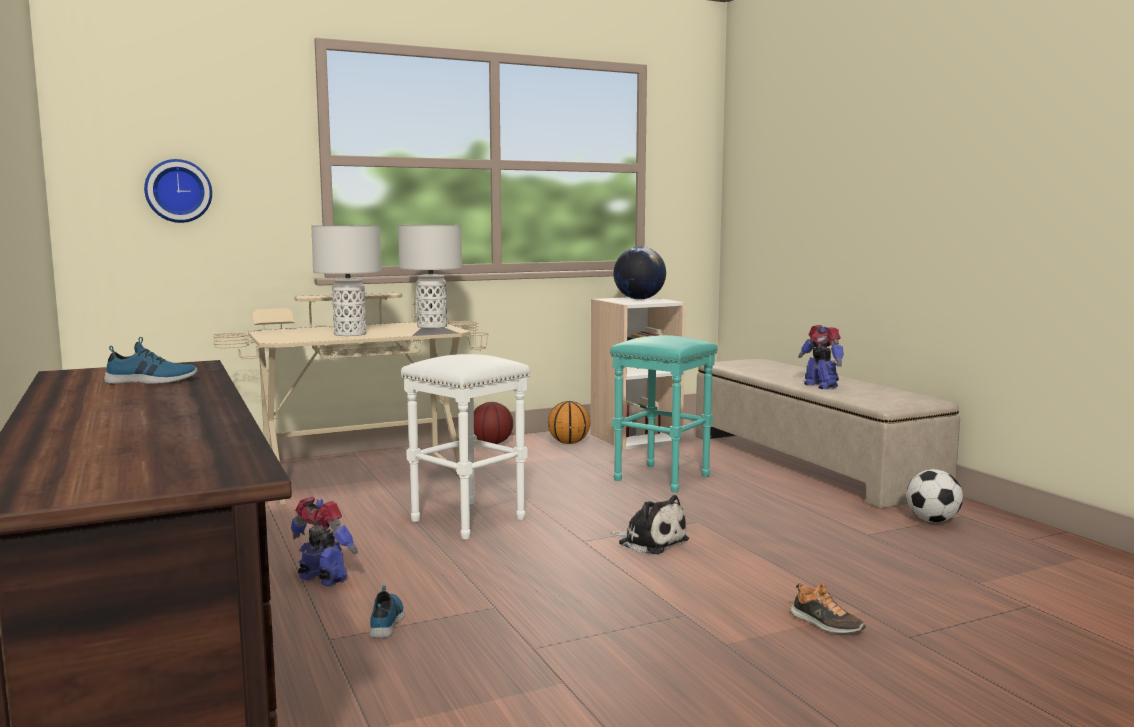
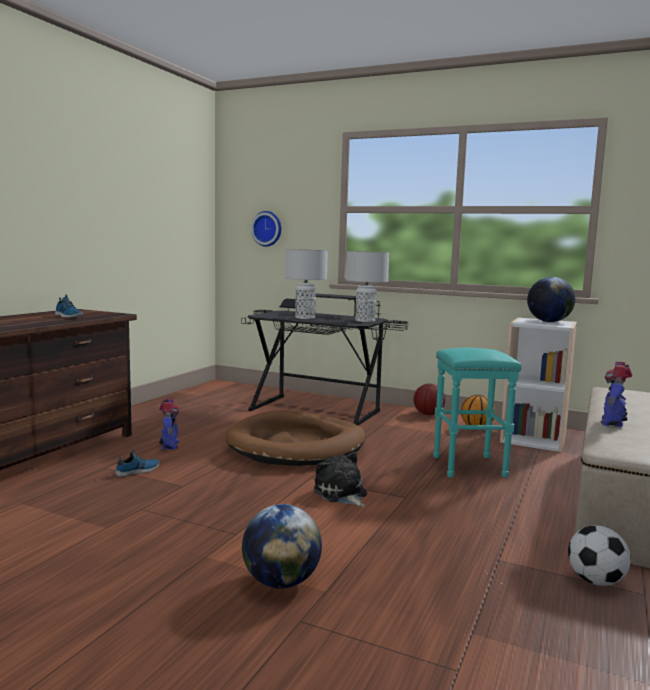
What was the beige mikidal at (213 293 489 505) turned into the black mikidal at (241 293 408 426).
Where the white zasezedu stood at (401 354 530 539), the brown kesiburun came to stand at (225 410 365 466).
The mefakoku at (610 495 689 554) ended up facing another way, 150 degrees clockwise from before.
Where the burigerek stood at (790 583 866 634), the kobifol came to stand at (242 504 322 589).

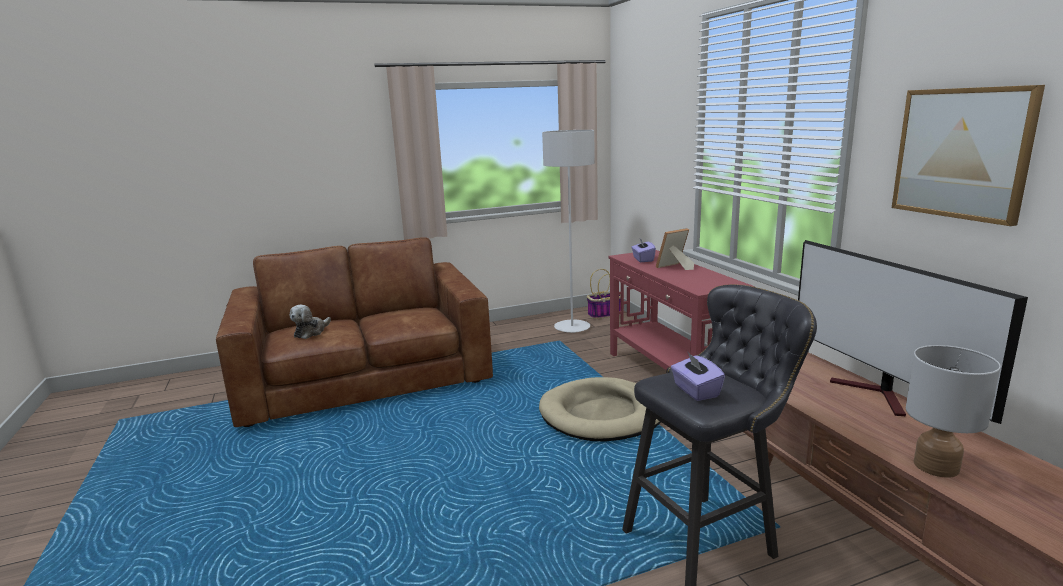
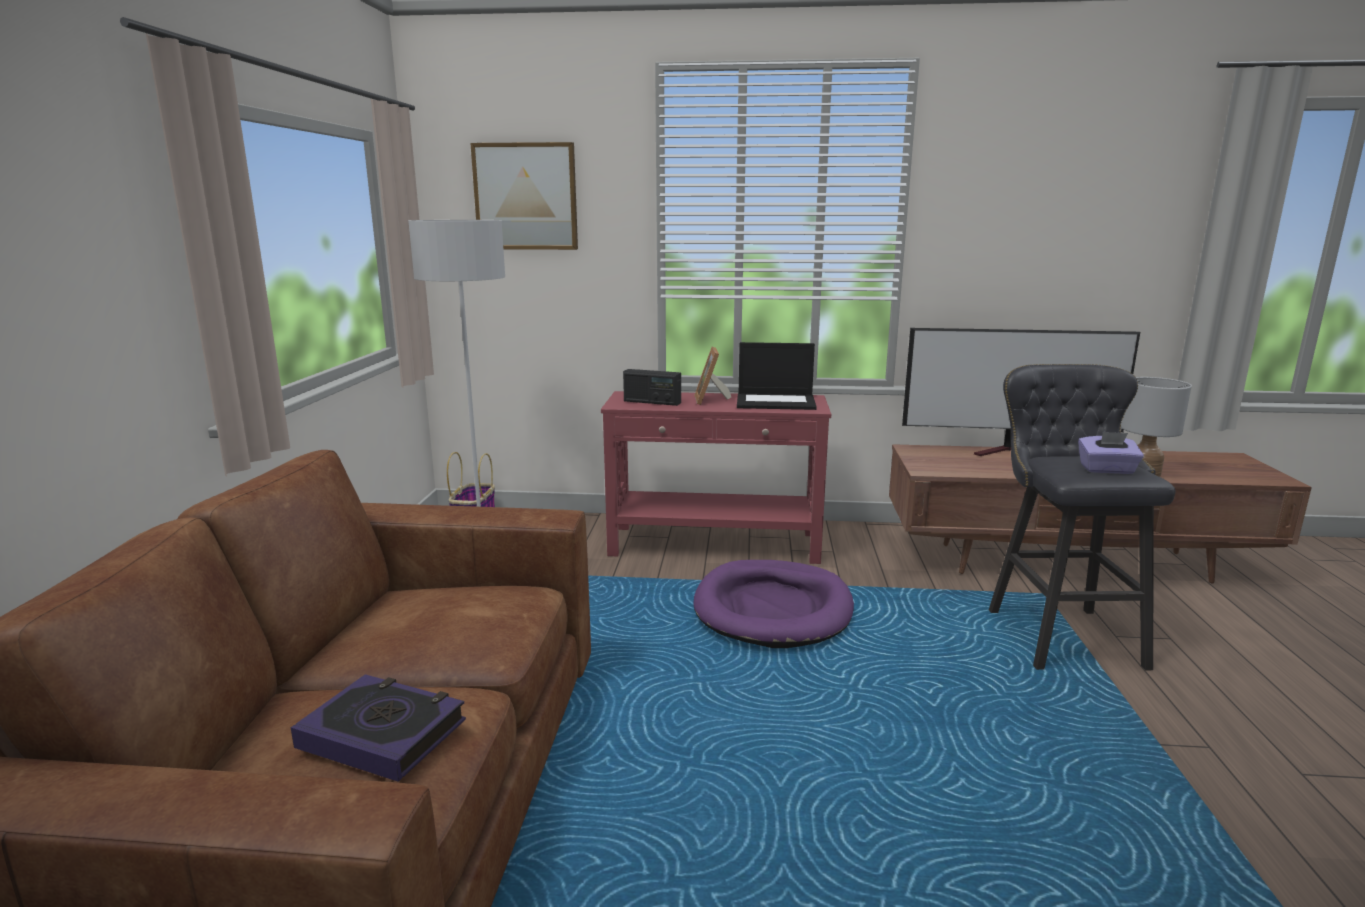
The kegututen ended up elsewhere, having gone from (892 85 1045 226) to (470 142 578 250).
Where the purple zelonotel stood at (631 239 656 262), the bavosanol came to stand at (623 369 681 406).
Where the mefakoku stood at (290 305 331 339), the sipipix came to stand at (290 674 466 782).
What was the beige kesiburun at (539 377 661 442) turned into the purple kesiburun at (693 560 854 648).
The second view gained the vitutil at (737 342 817 410).

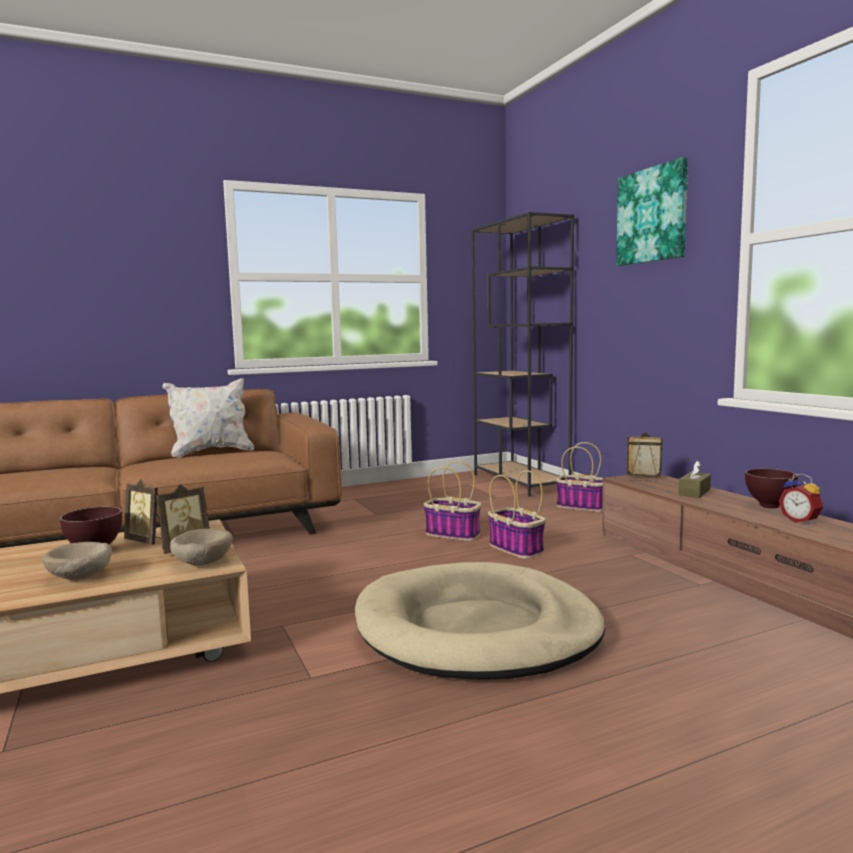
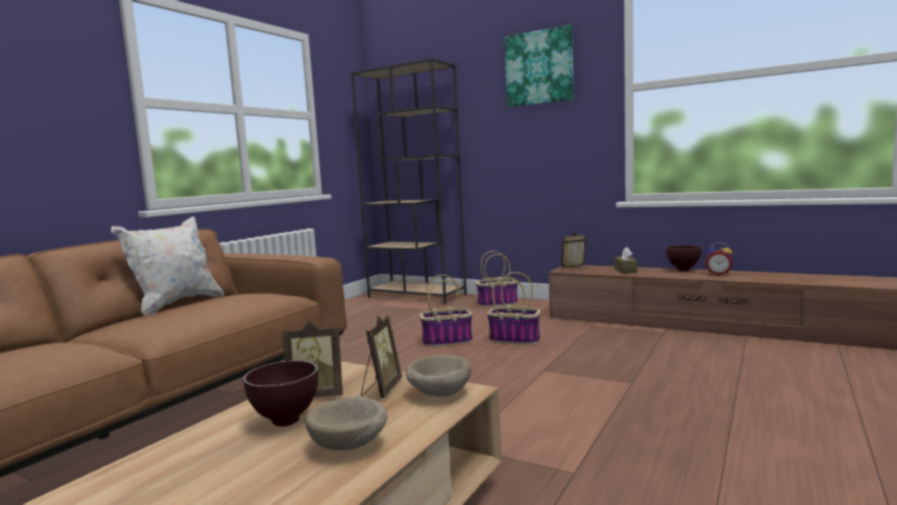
The second view lost the beige kesiburun at (355 562 605 680).

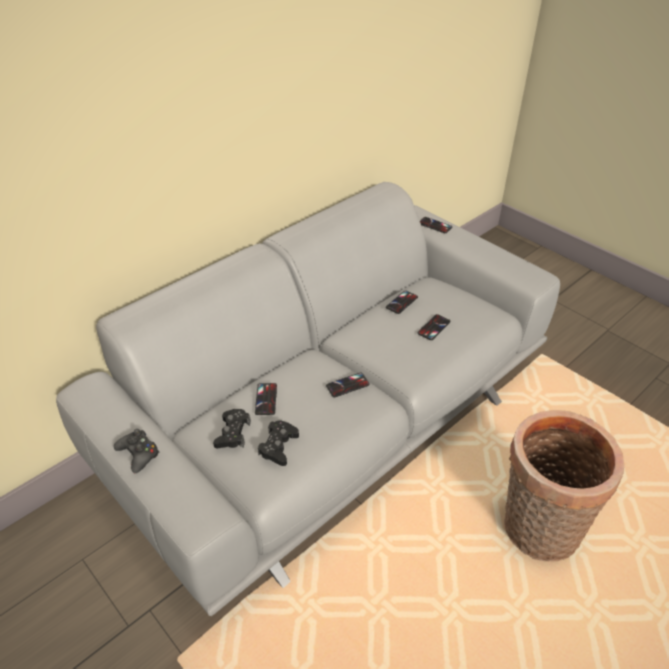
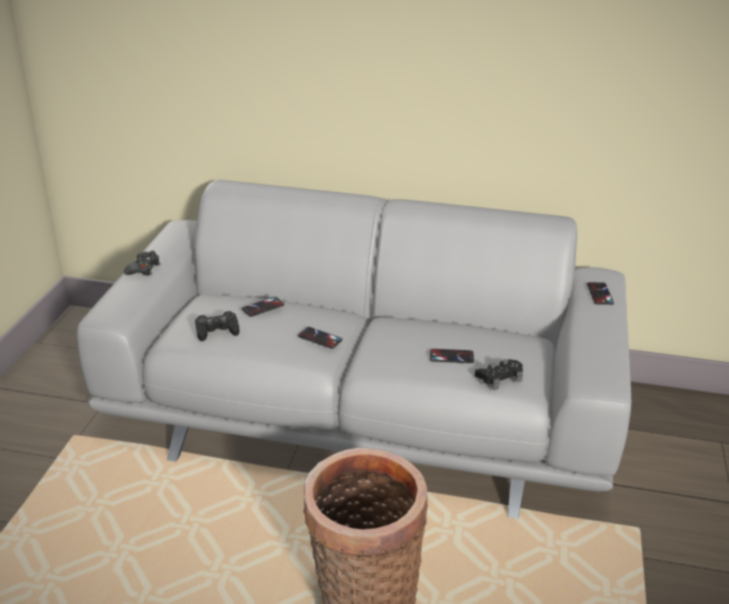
The second view lost the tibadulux at (386 290 418 314).
The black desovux ended up elsewhere, having gone from (213 409 251 449) to (475 359 523 390).

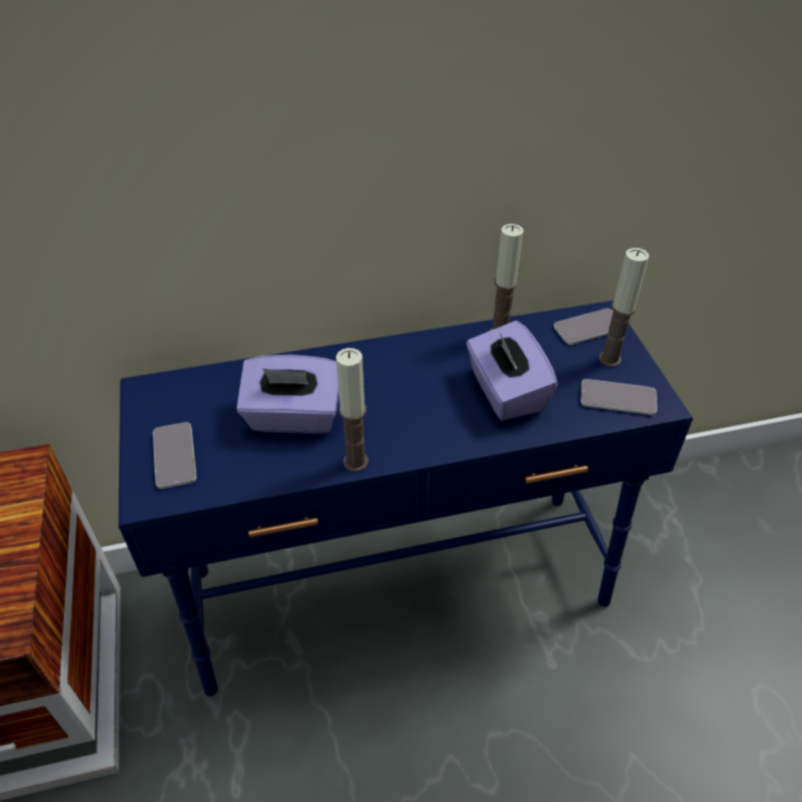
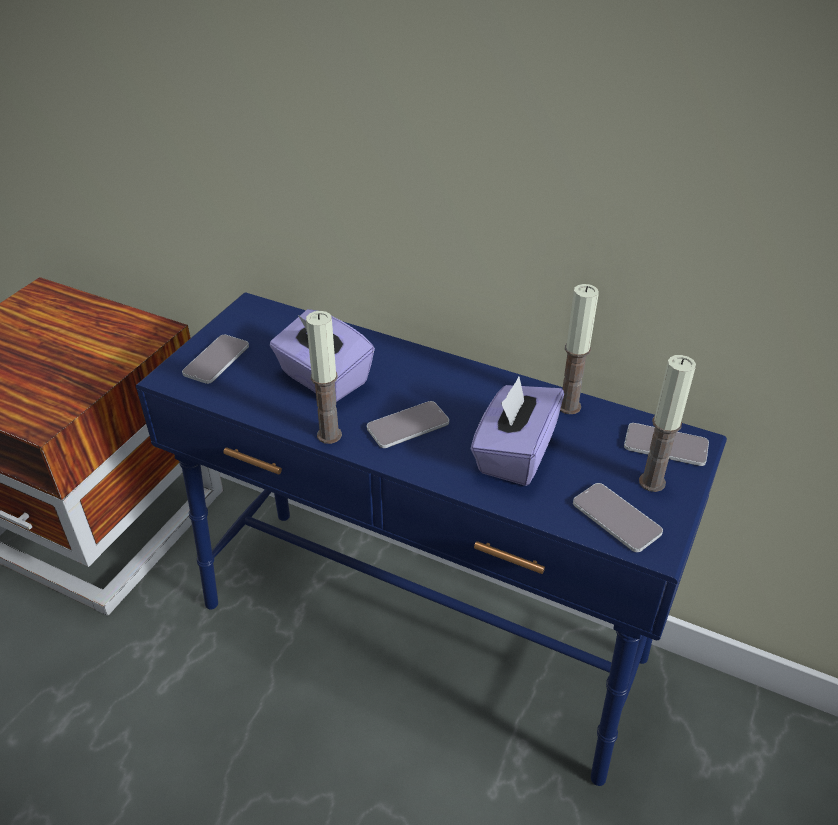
The second view gained the tibadulux at (367 401 449 448).

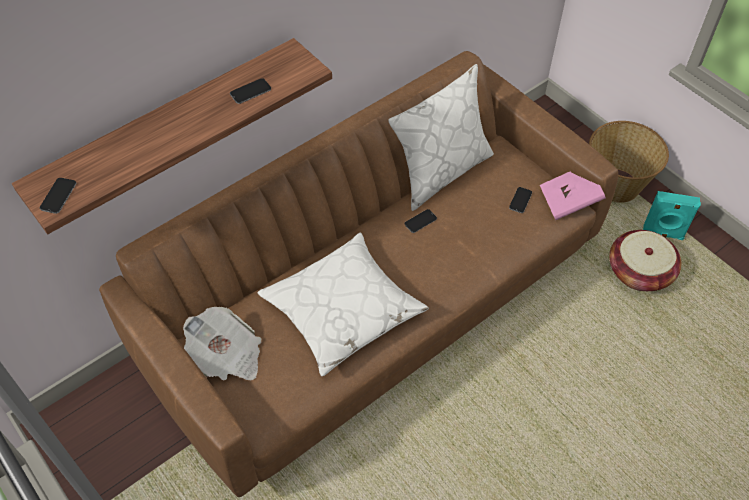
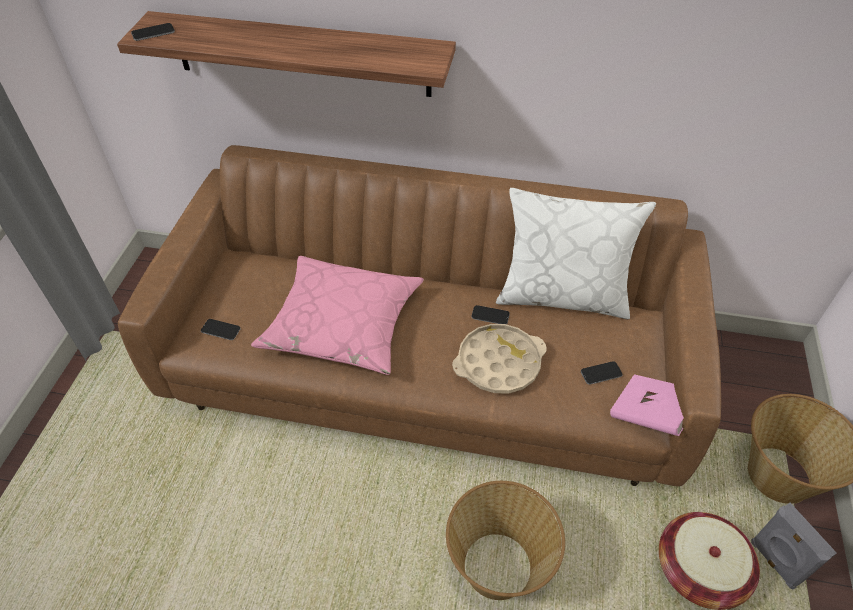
The tibadulux ended up elsewhere, having gone from (230 78 271 104) to (201 319 241 340).
What was the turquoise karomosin at (643 191 701 240) turned into the grey karomosin at (751 503 837 590).
What was the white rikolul at (258 233 429 376) turned into the pink rikolul at (251 256 424 375).
The second view lost the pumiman at (183 307 262 381).
The second view gained the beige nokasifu at (452 324 547 393).
The second view gained the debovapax at (446 481 565 600).

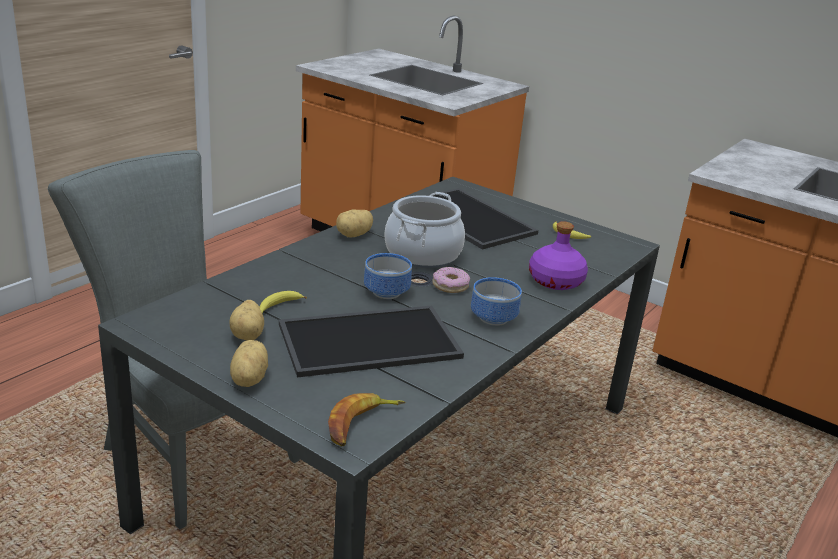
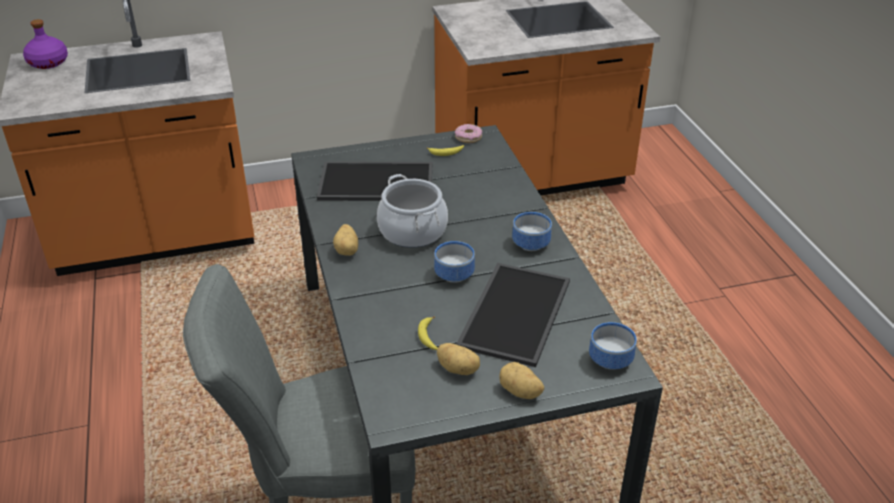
The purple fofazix ended up elsewhere, having gone from (529 221 588 290) to (23 19 68 69).
The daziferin ended up elsewhere, having gone from (432 267 470 293) to (455 124 482 143).
Where the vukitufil stood at (328 393 405 446), the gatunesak came to stand at (589 322 637 370).

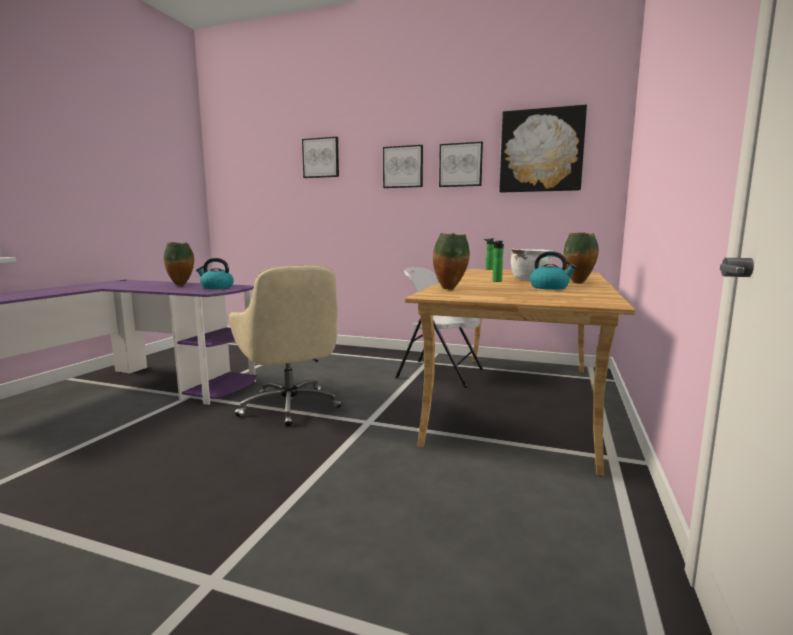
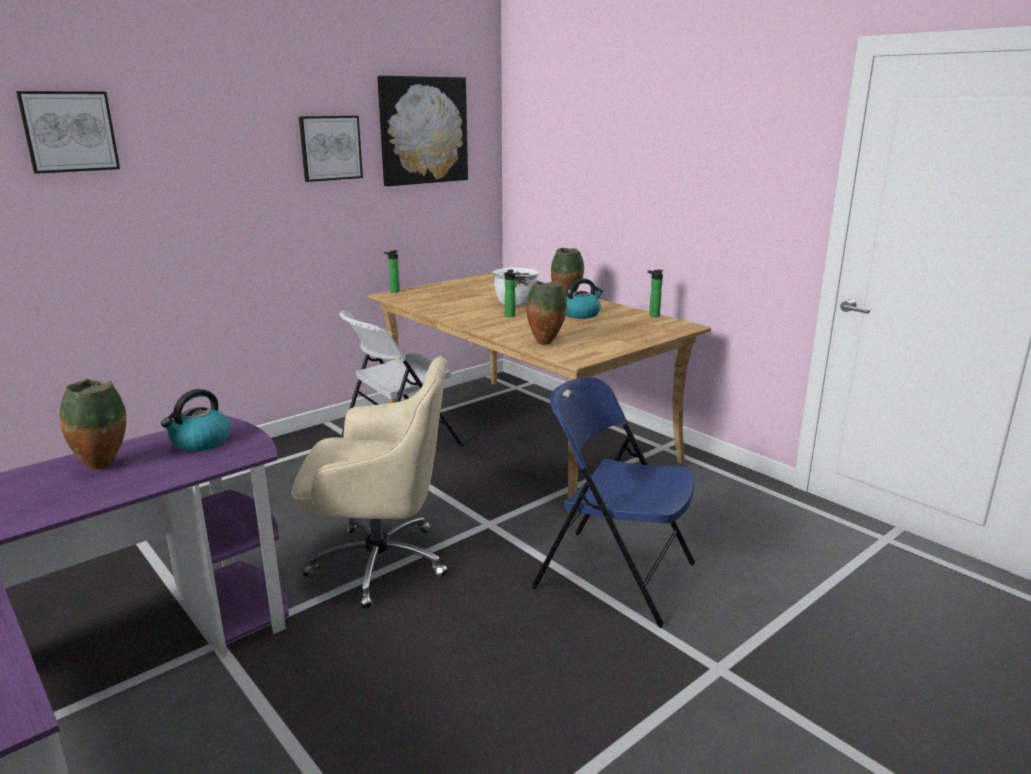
The second view lost the kegututen at (383 145 423 188).
The second view gained the fofazix at (648 270 664 317).
The second view gained the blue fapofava at (532 377 695 628).

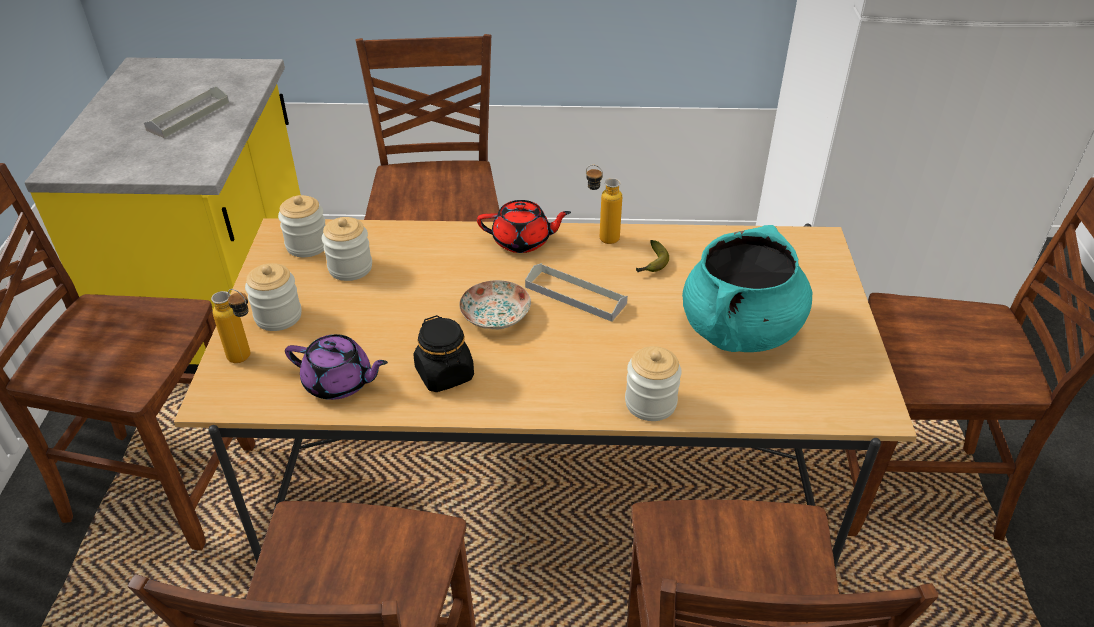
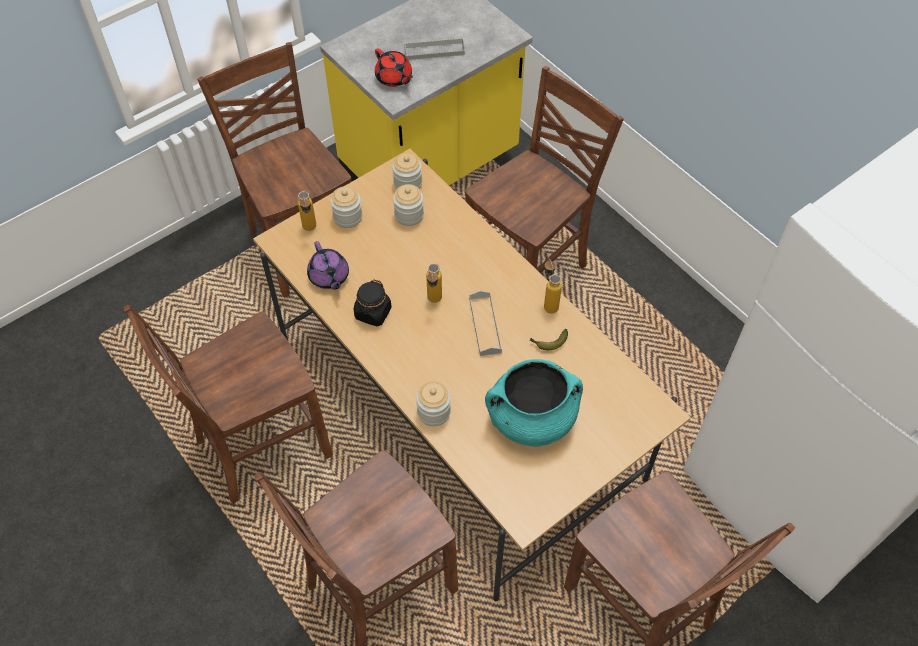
The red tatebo ended up elsewhere, having gone from (477 200 571 253) to (375 49 413 87).
Where the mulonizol stood at (459 280 531 329), the fofazix came to stand at (426 264 442 303).

